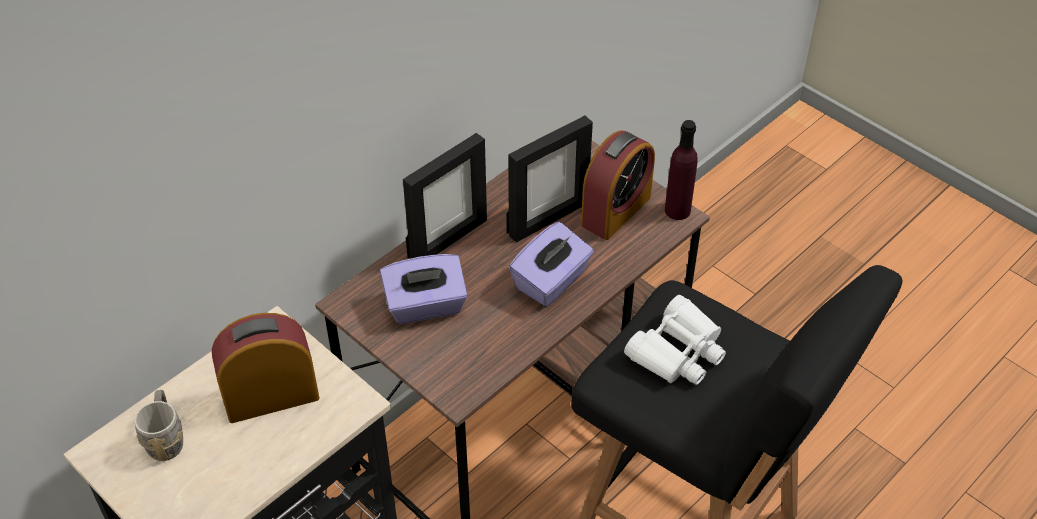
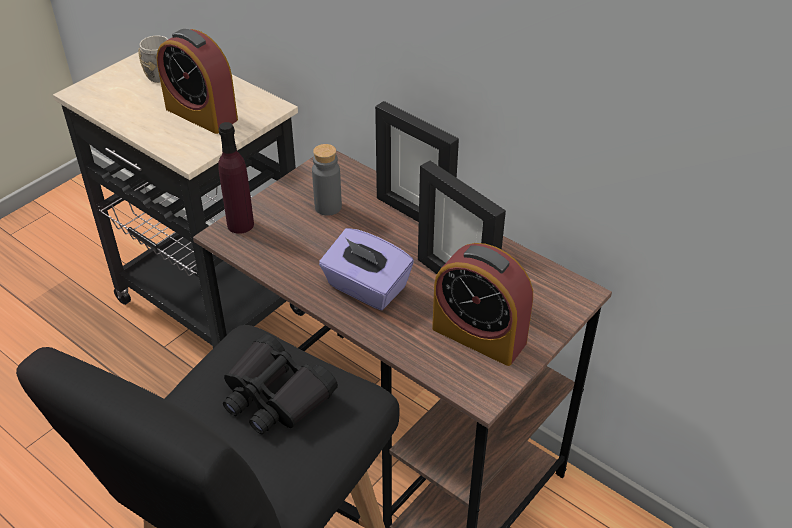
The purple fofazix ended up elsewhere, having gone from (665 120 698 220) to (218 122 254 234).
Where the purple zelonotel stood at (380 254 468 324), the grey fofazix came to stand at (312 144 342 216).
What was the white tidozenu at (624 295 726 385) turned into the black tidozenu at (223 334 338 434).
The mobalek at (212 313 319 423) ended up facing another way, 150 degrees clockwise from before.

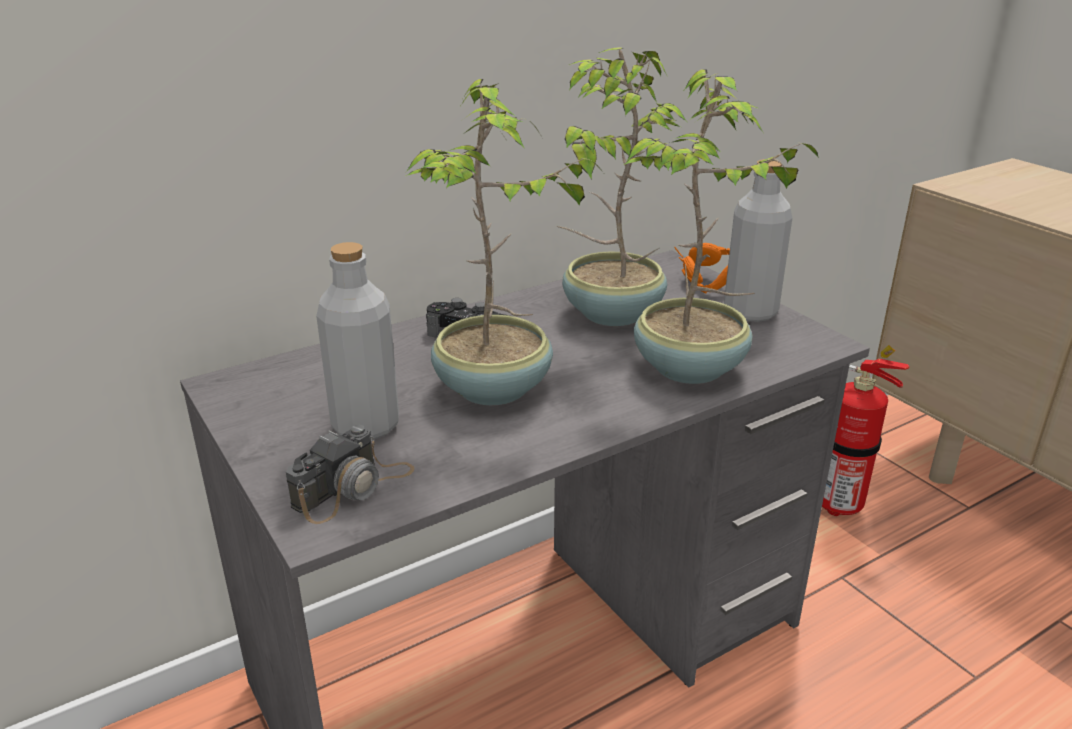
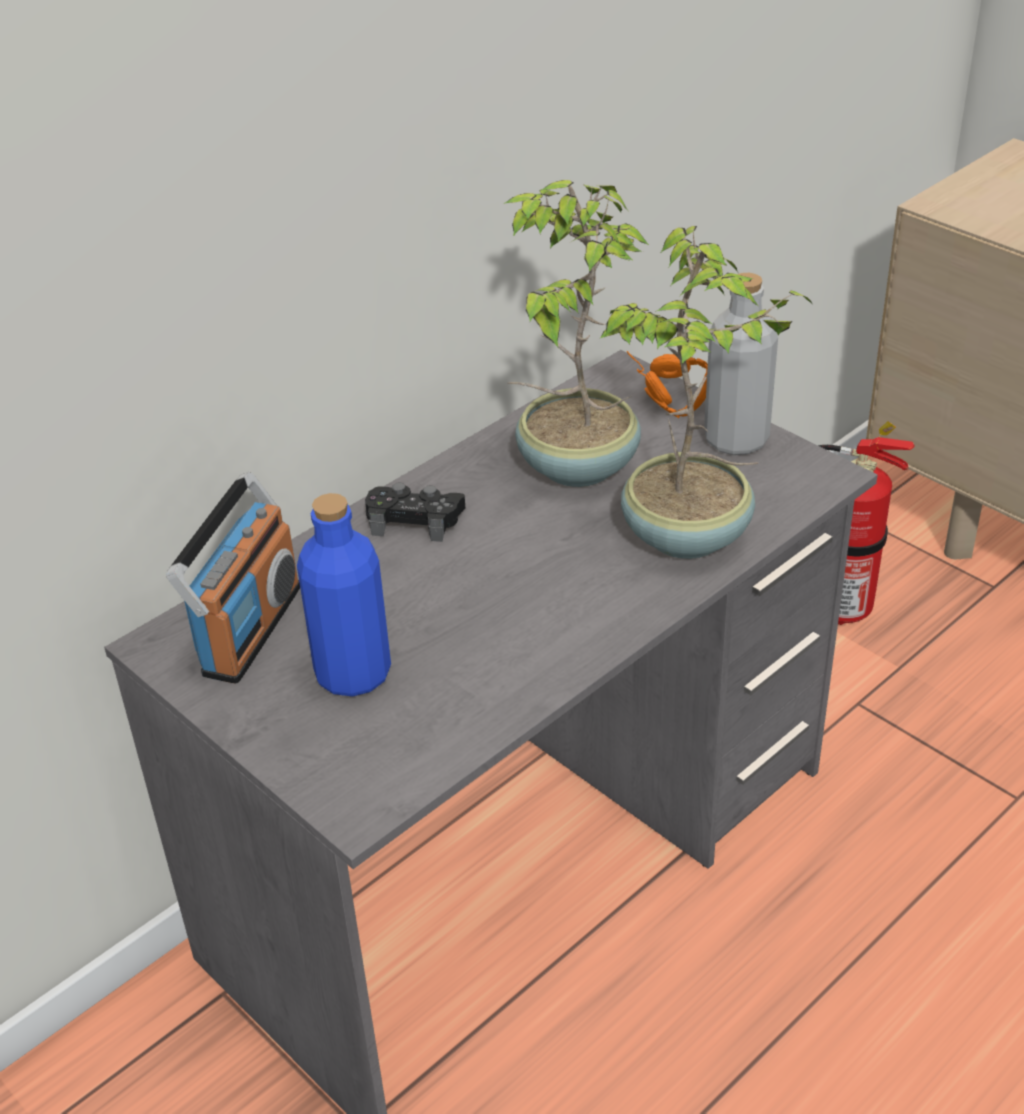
The second view lost the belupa at (406 79 603 405).
What was the grey fofazix at (316 242 399 440) turned into the blue fofazix at (297 493 391 697).
The second view lost the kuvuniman at (286 425 415 524).
The second view gained the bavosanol at (166 472 300 684).

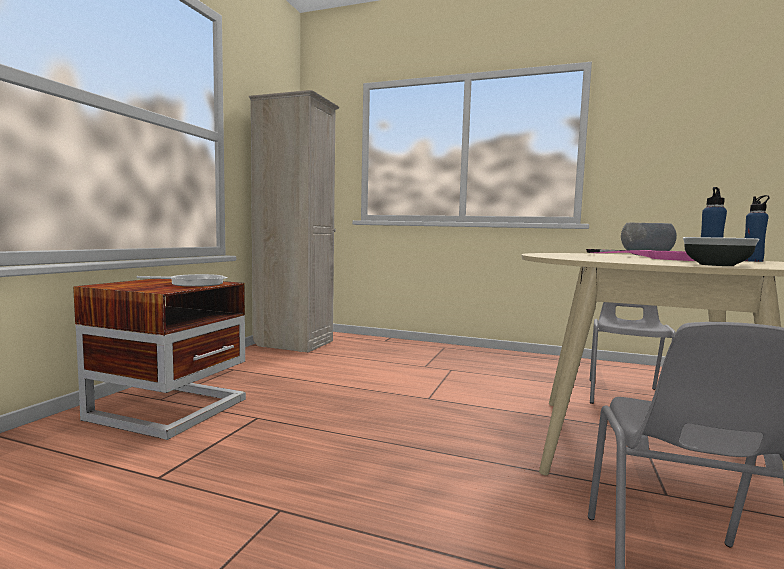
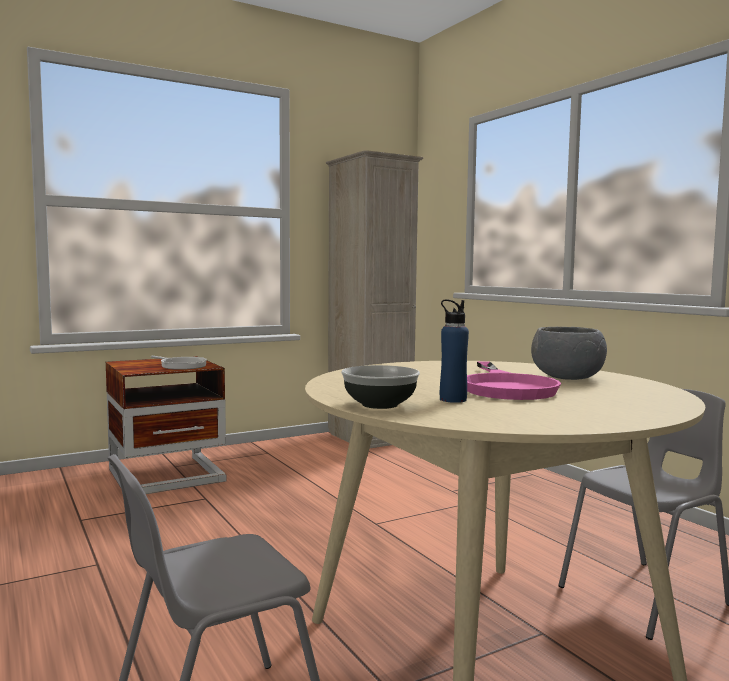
The second view lost the blue fofazix at (745 195 770 262).

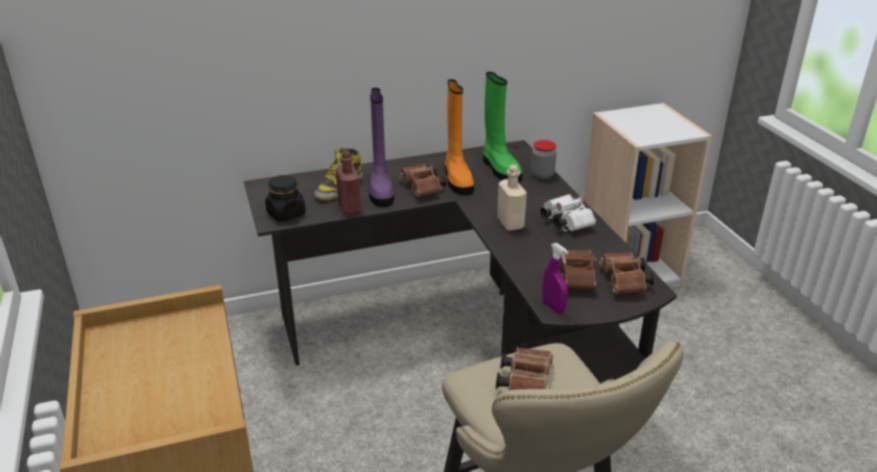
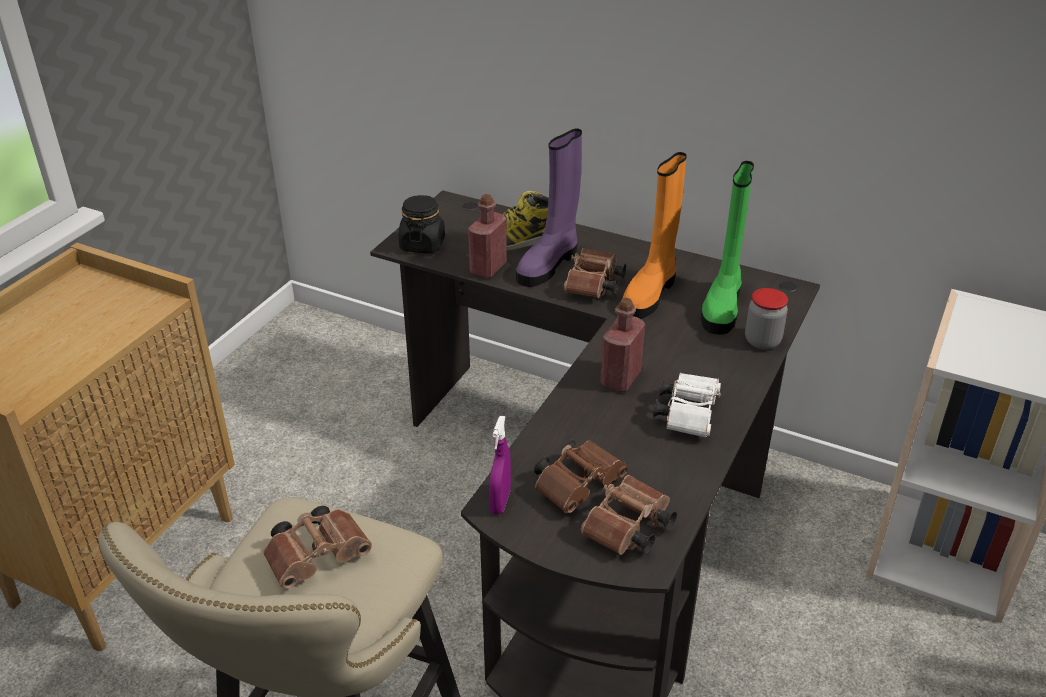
What was the beige fofazix at (497 165 527 231) turned into the red fofazix at (600 297 645 392).

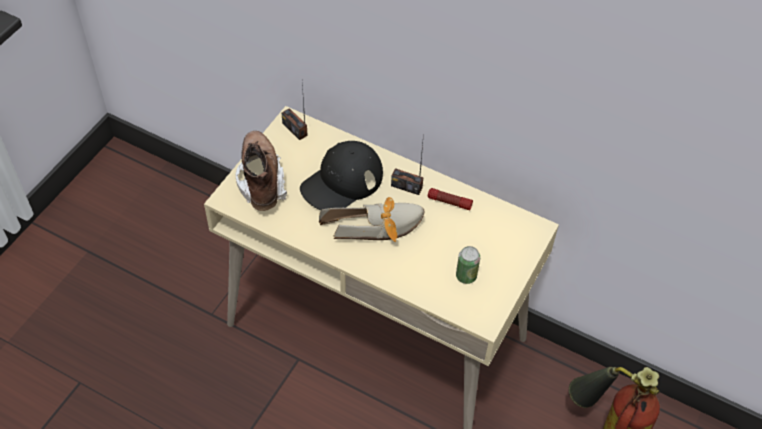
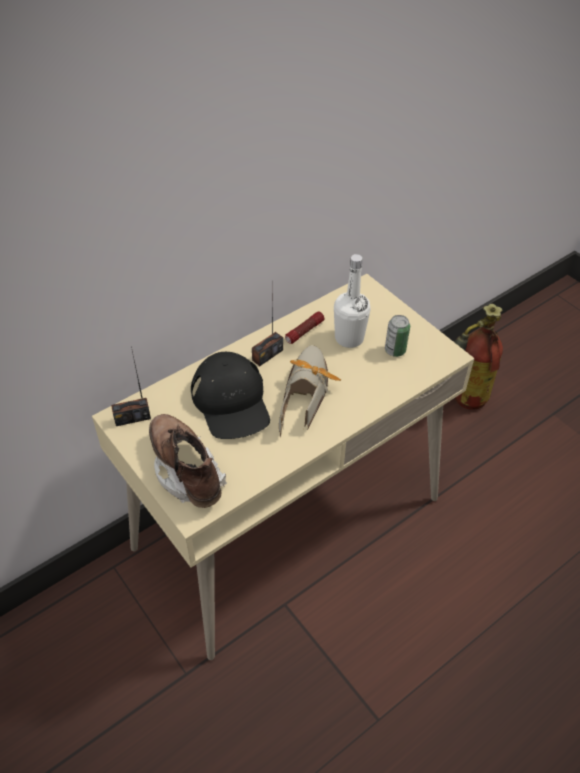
The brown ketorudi at (236 131 287 211) ended up facing another way, 45 degrees clockwise from before.
The second view gained the white fofazix at (334 254 371 348).

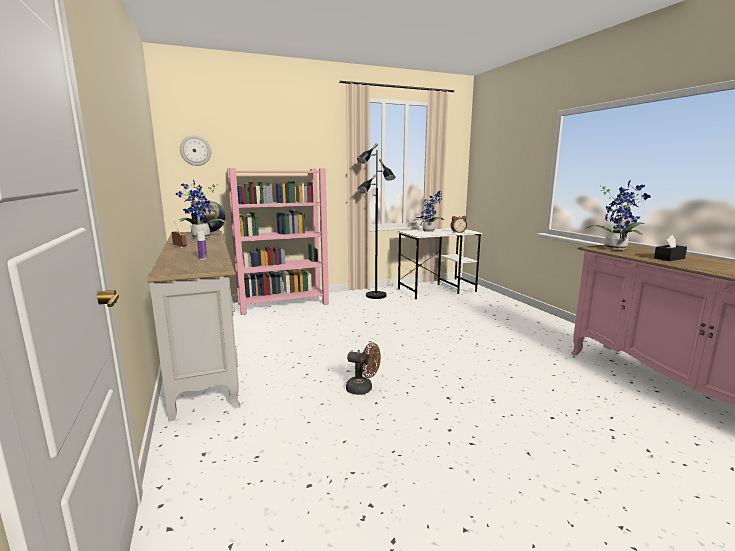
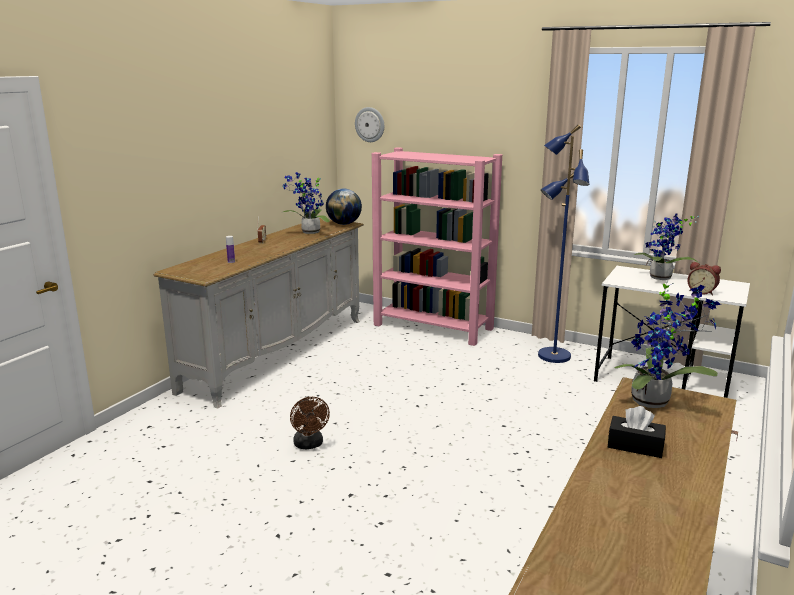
What was the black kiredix at (357 143 395 299) turned into the blue kiredix at (538 124 589 363).

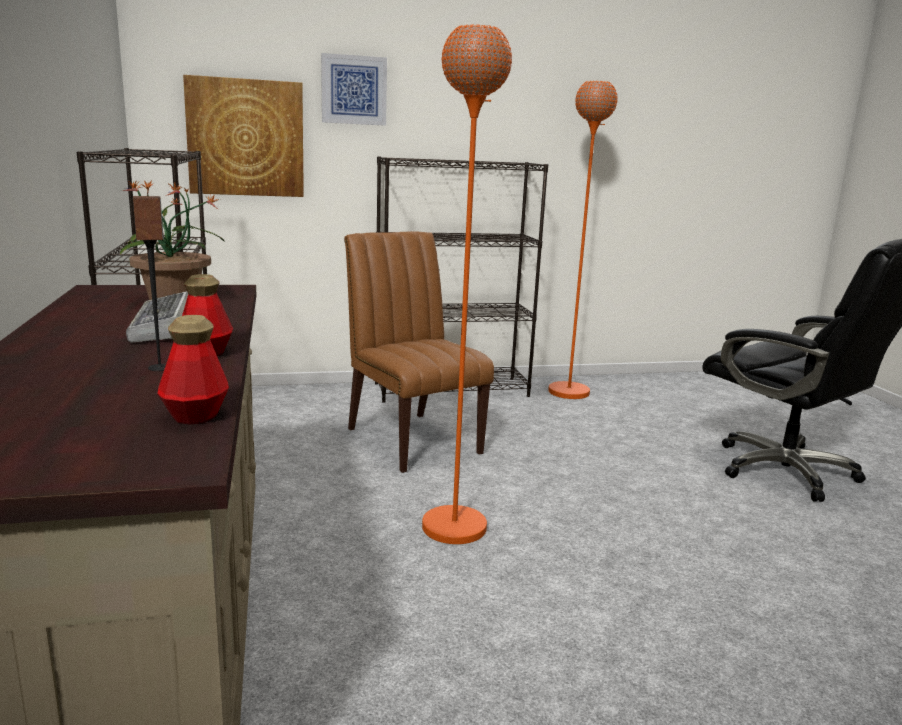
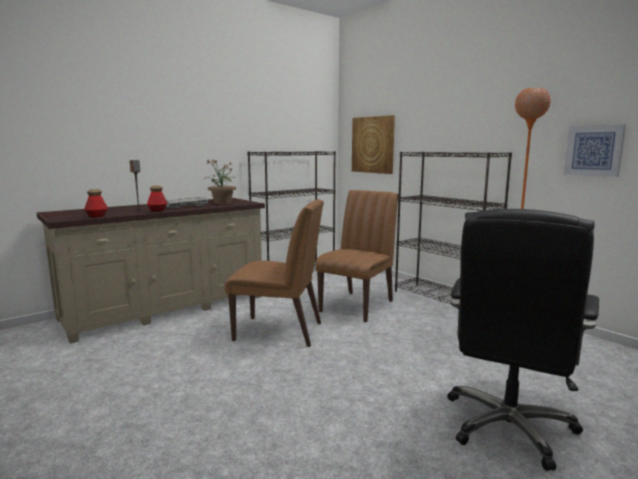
Where the orange kiredix stood at (422 24 512 544), the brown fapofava came to stand at (225 199 324 347).
The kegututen ended up elsewhere, having gone from (321 53 387 126) to (563 124 626 177).

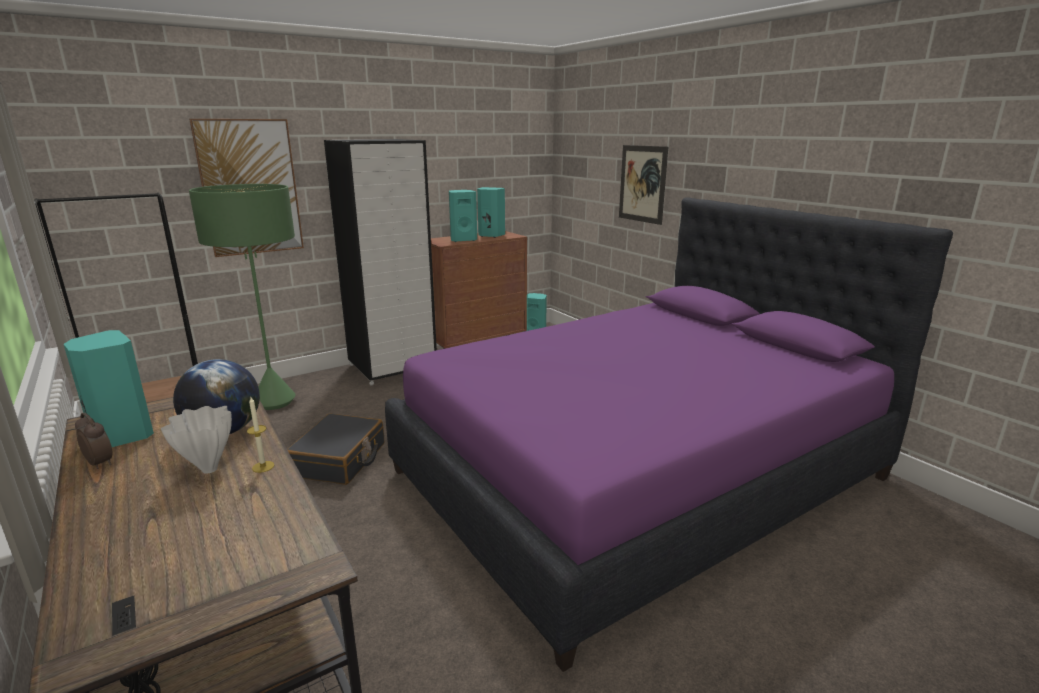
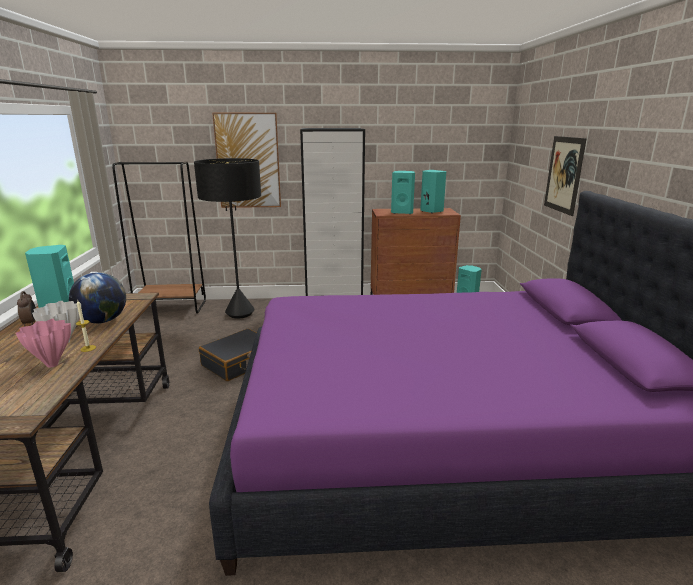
What was the green kiredix at (189 184 295 410) turned into the black kiredix at (194 158 261 319).
The second view gained the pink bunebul at (16 319 71 368).

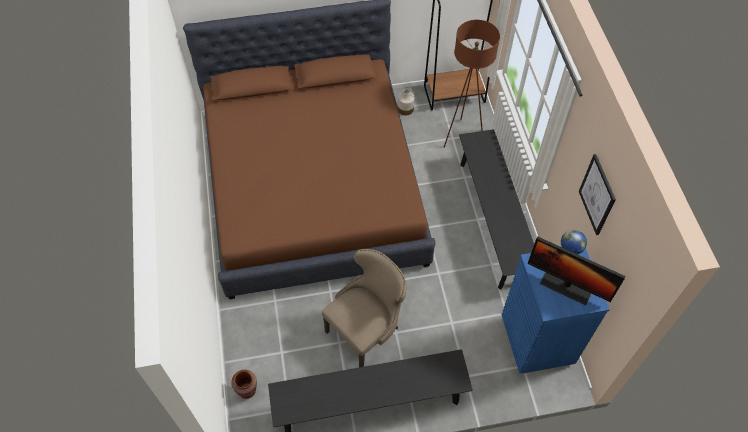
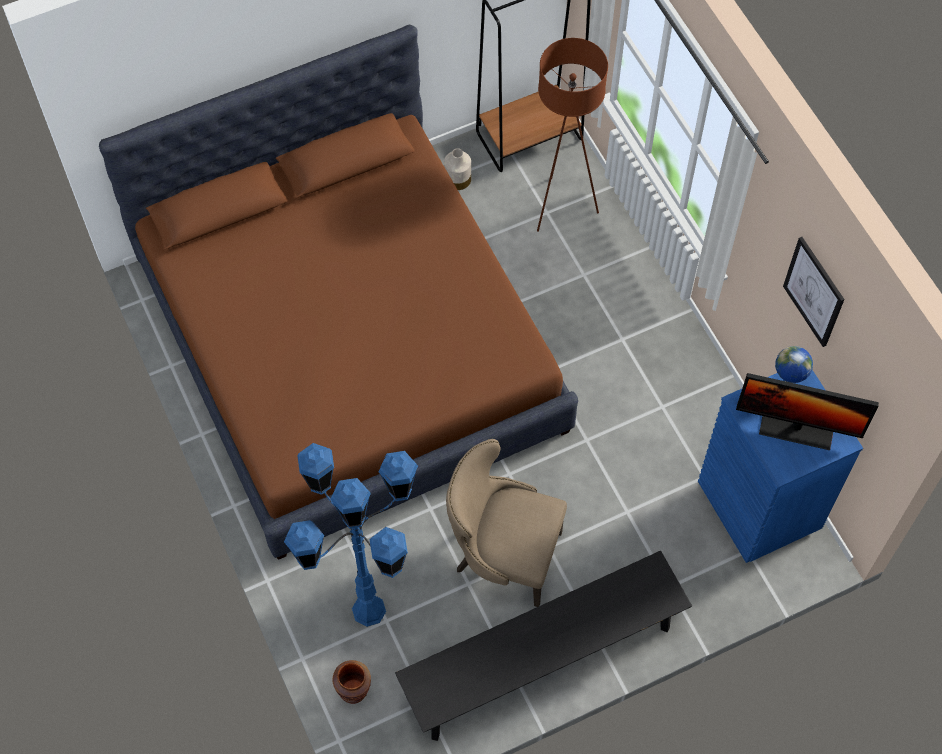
The second view lost the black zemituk at (459 129 534 290).
The beige fapofava at (322 249 407 367) ended up facing another way, 105 degrees counterclockwise from before.
The second view gained the blue kiredix at (284 443 418 627).

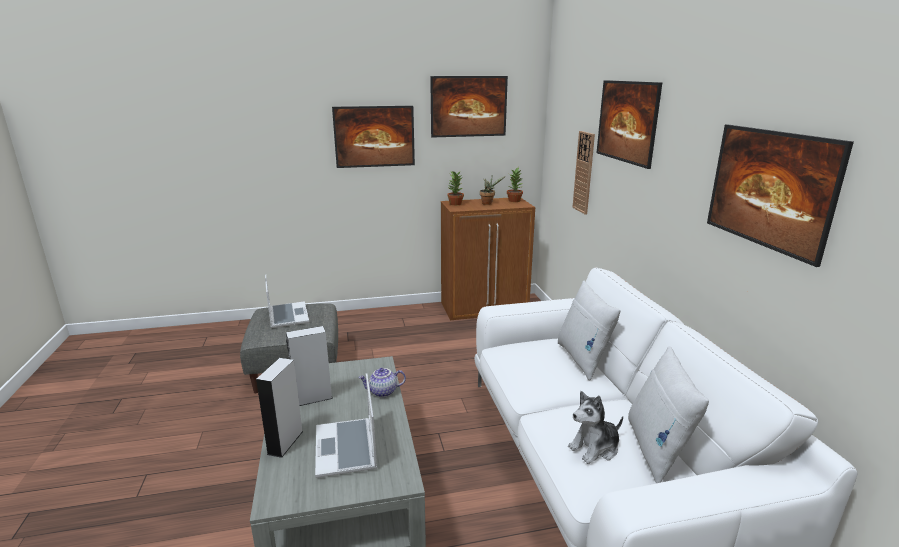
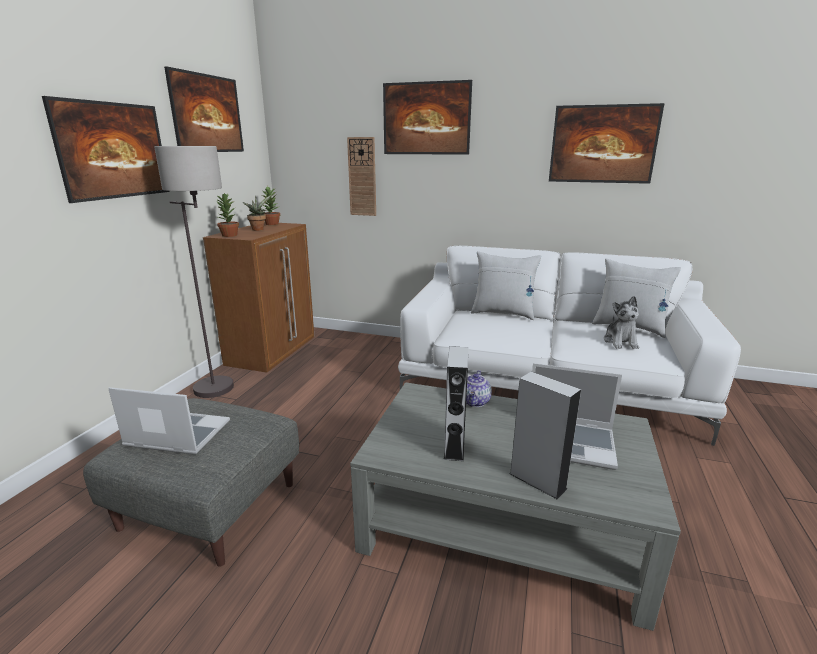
The second view gained the grey kiredix at (154 146 234 398).

